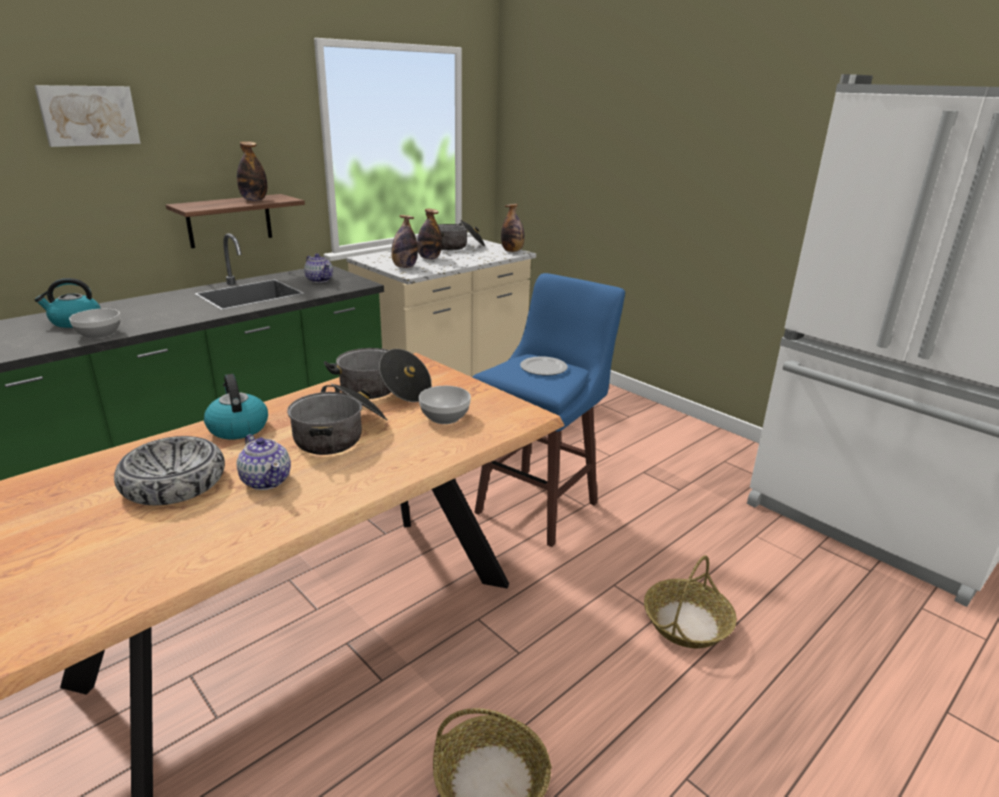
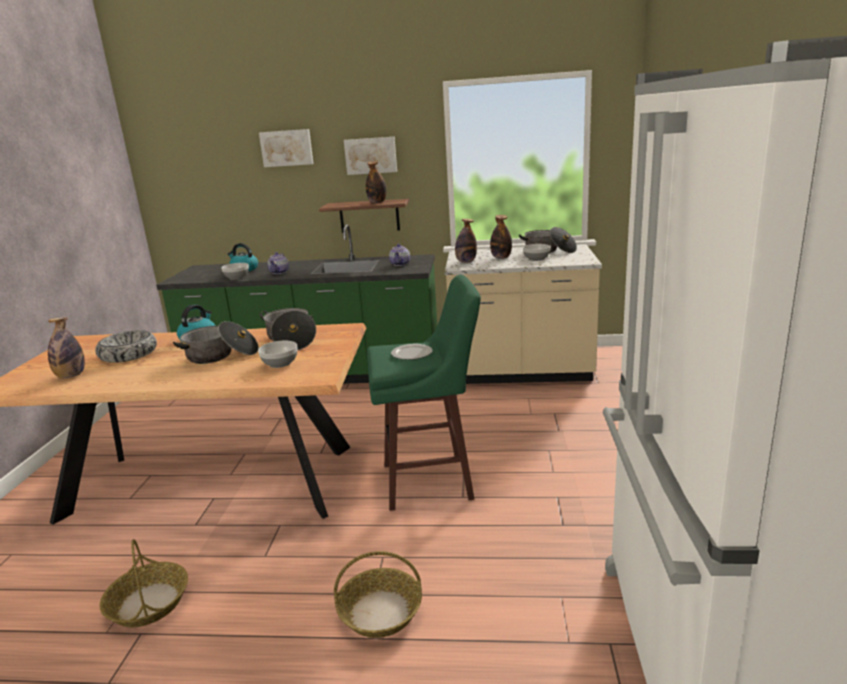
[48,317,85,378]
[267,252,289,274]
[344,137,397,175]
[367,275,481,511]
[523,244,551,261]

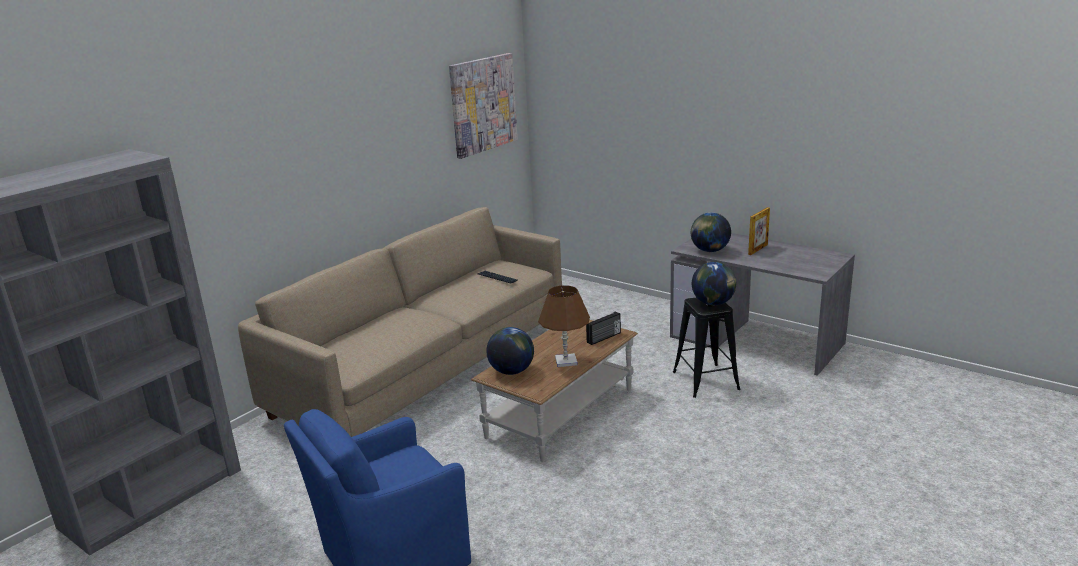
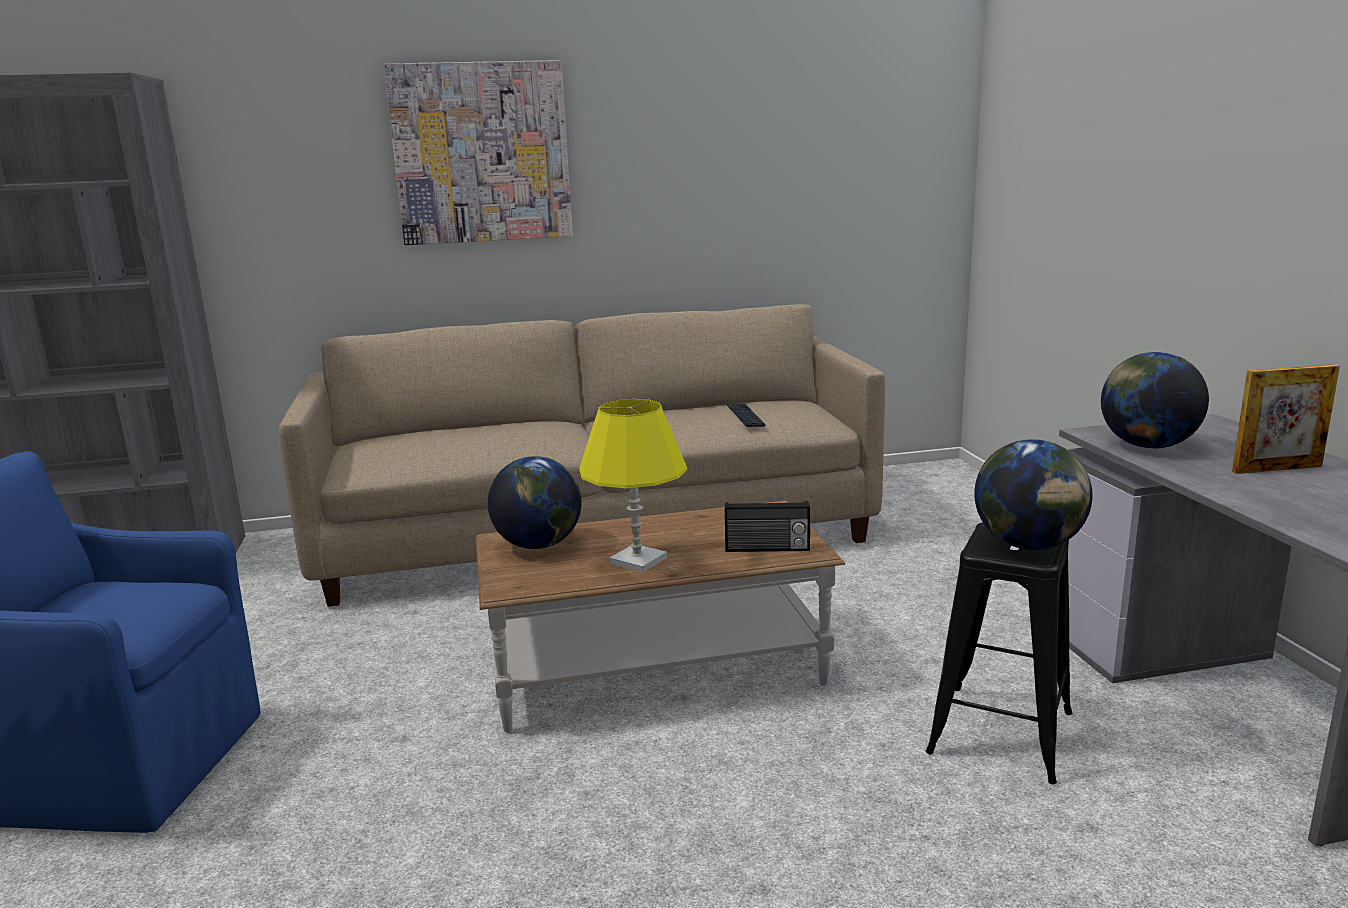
[383,60,573,245]
[579,399,687,573]

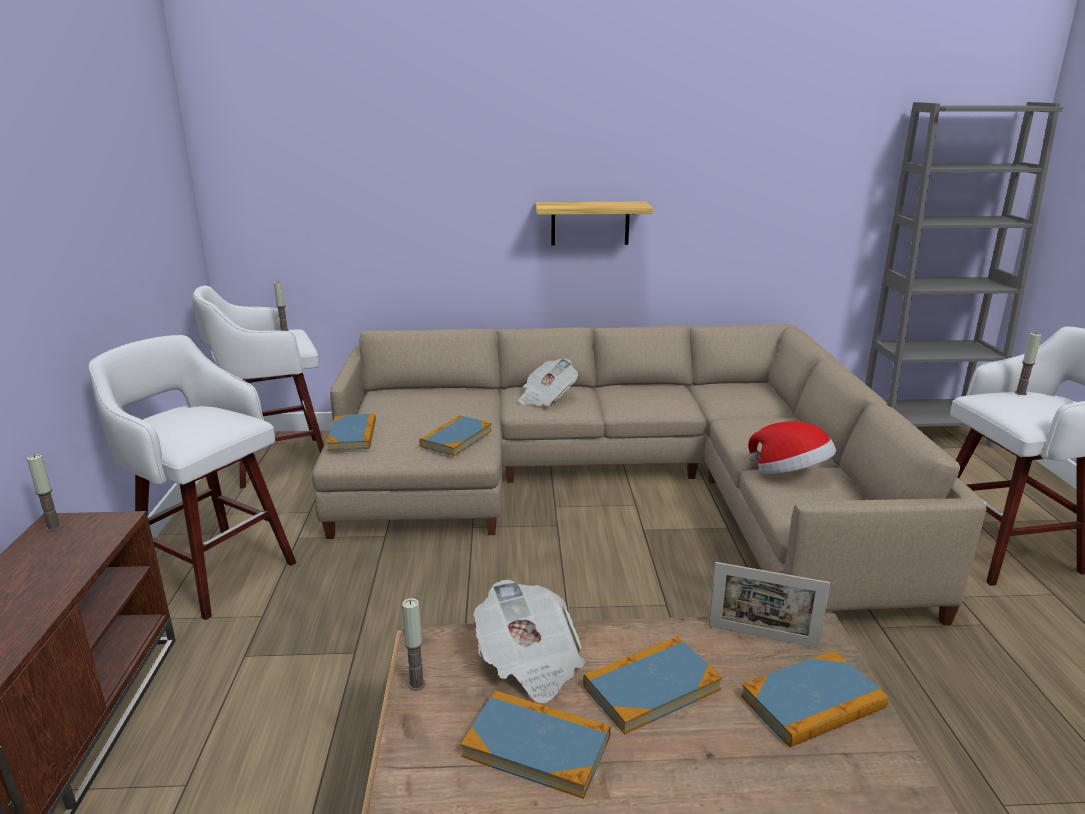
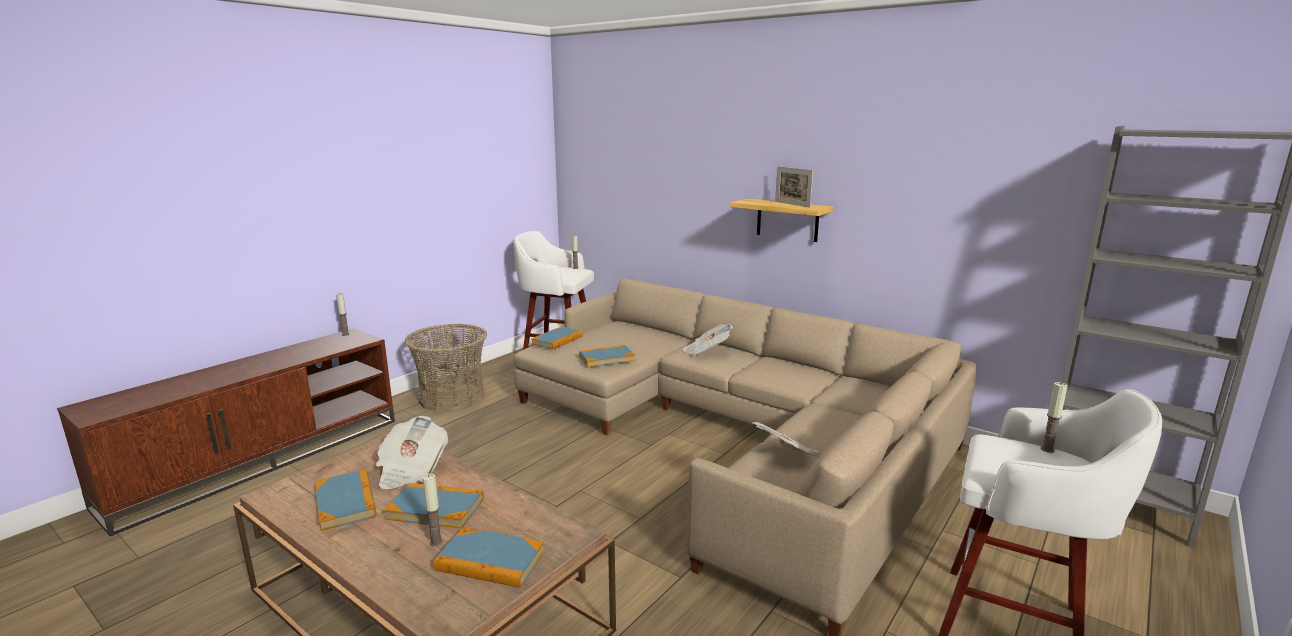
[404,324,487,412]
[423,474,443,547]
[752,422,819,454]
[775,166,813,208]

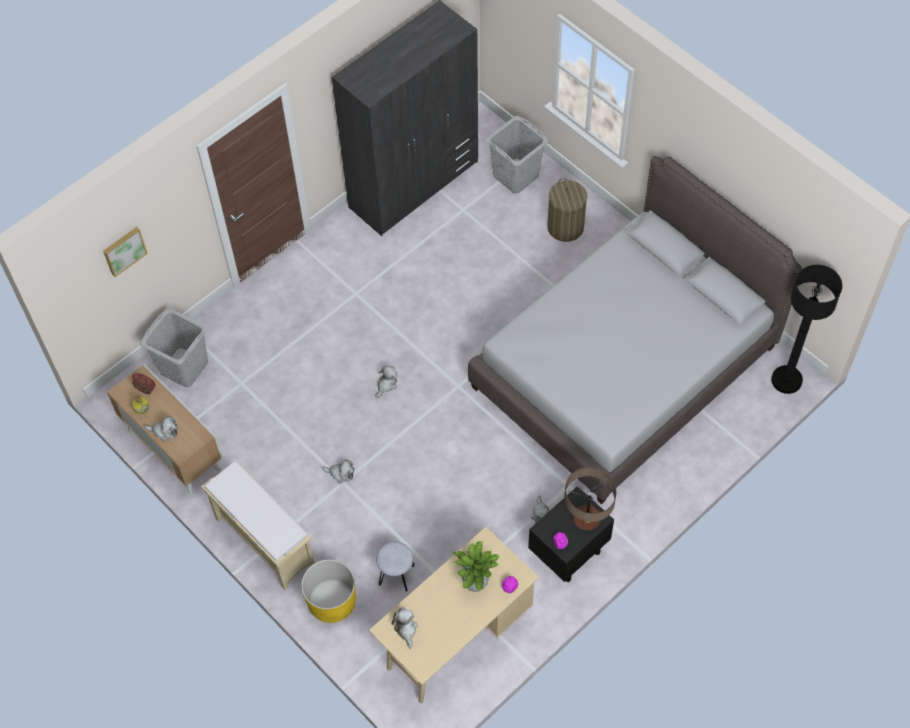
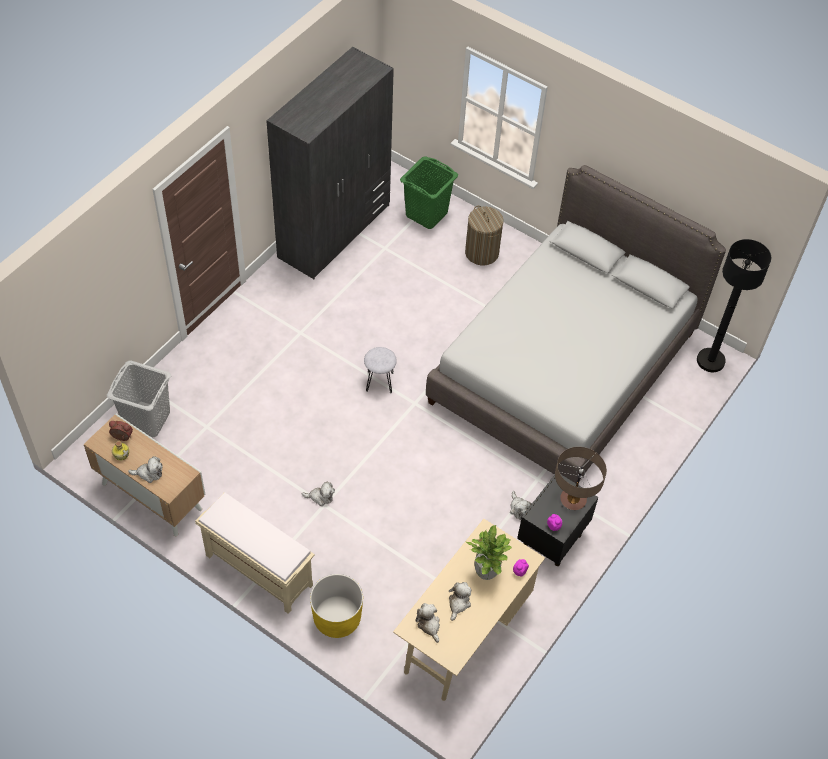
[364,347,397,393]
[400,156,458,229]
[449,582,471,621]
[103,227,148,277] (first image)

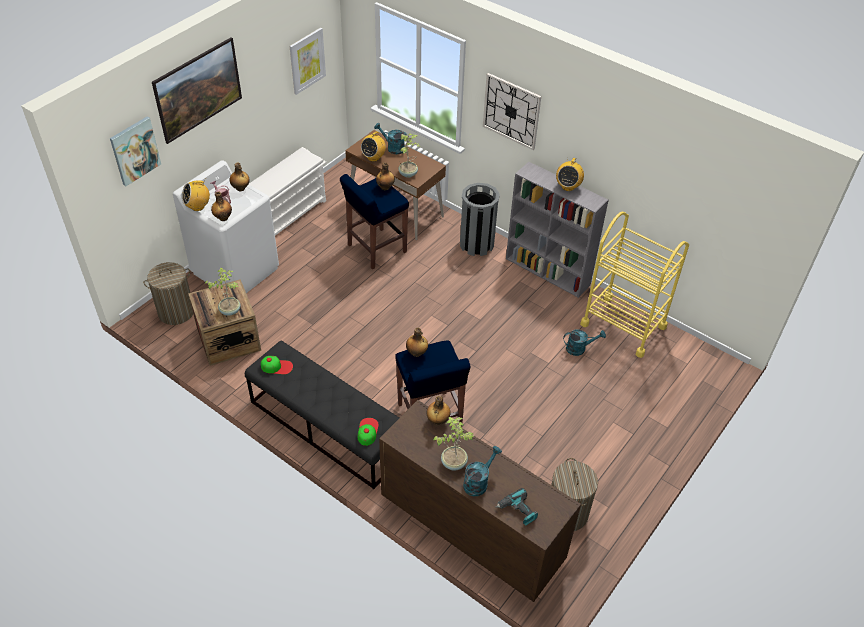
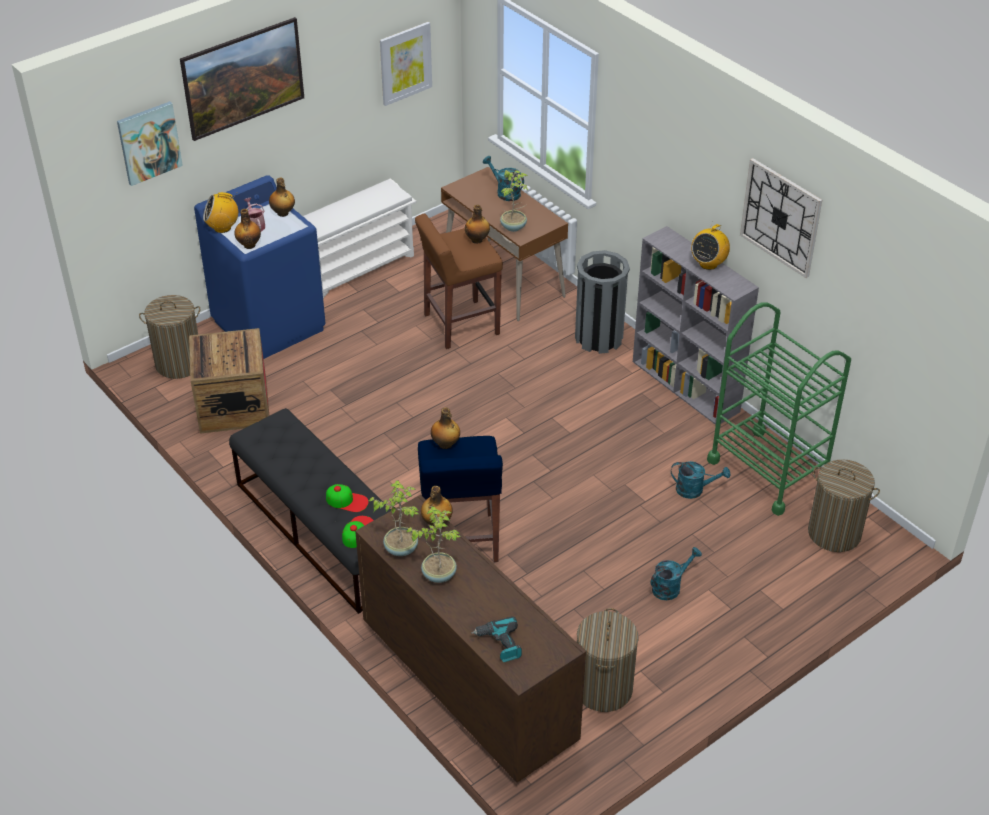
[194,175,325,359]
[326,484,369,512]
[369,480,419,556]
[415,213,503,349]
[651,547,702,600]
[707,302,851,516]
[740,158,822,278]
[808,459,880,552]
[361,131,386,162] (first image)

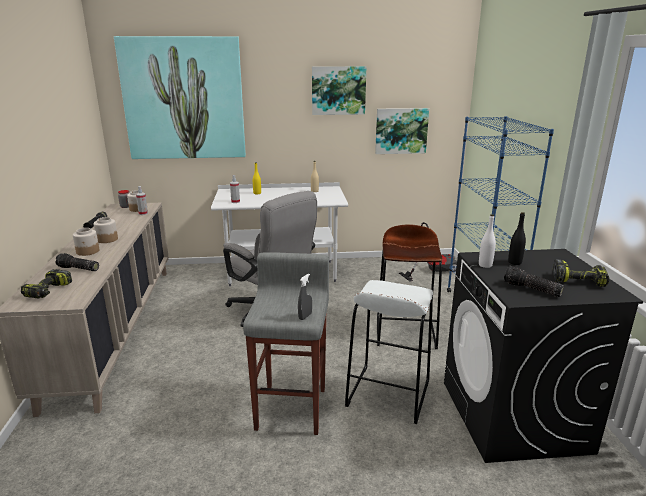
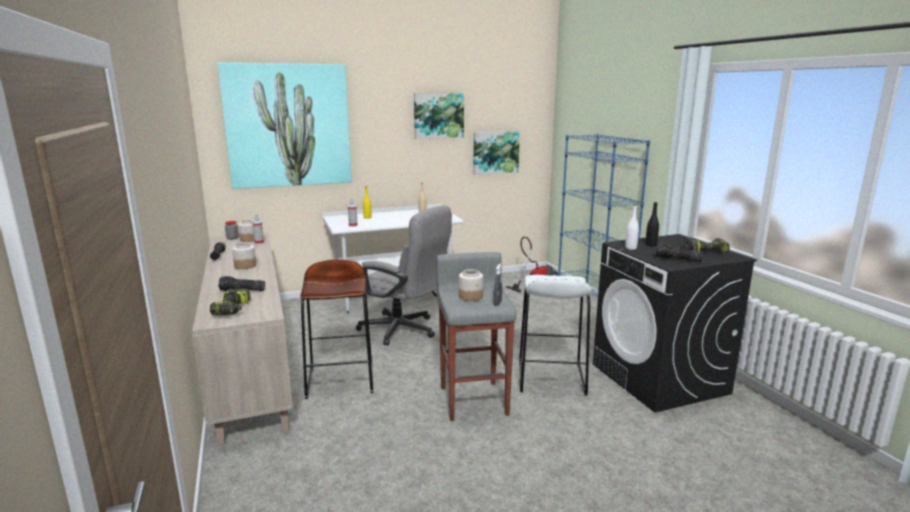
[301,259,373,399]
[459,269,483,301]

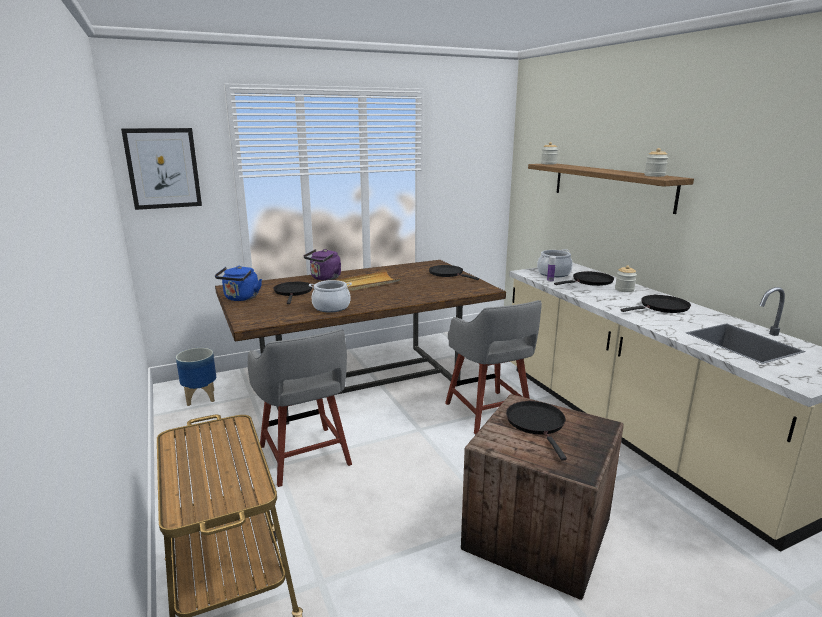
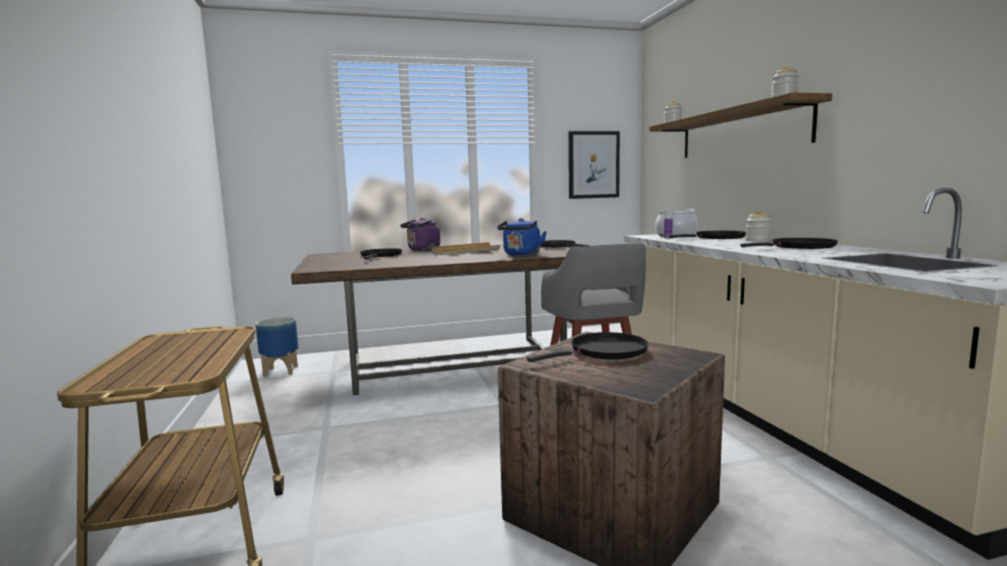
[497,218,547,256]
[527,332,649,362]
[569,131,620,199]
[248,329,352,487] (first image)
[309,280,352,313] (first image)

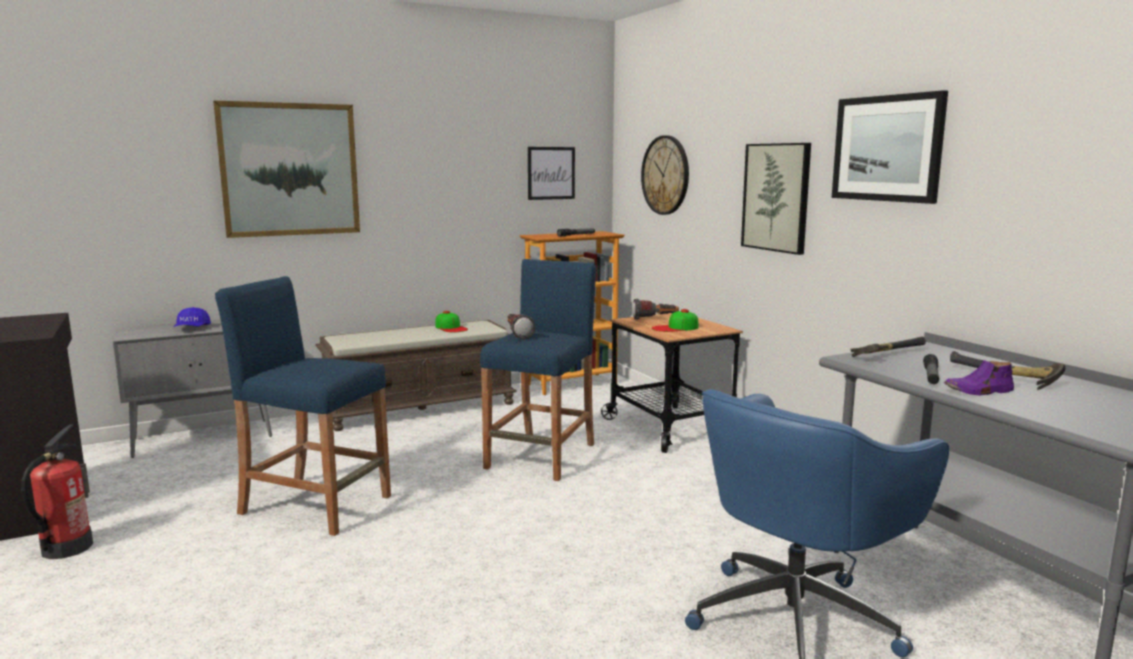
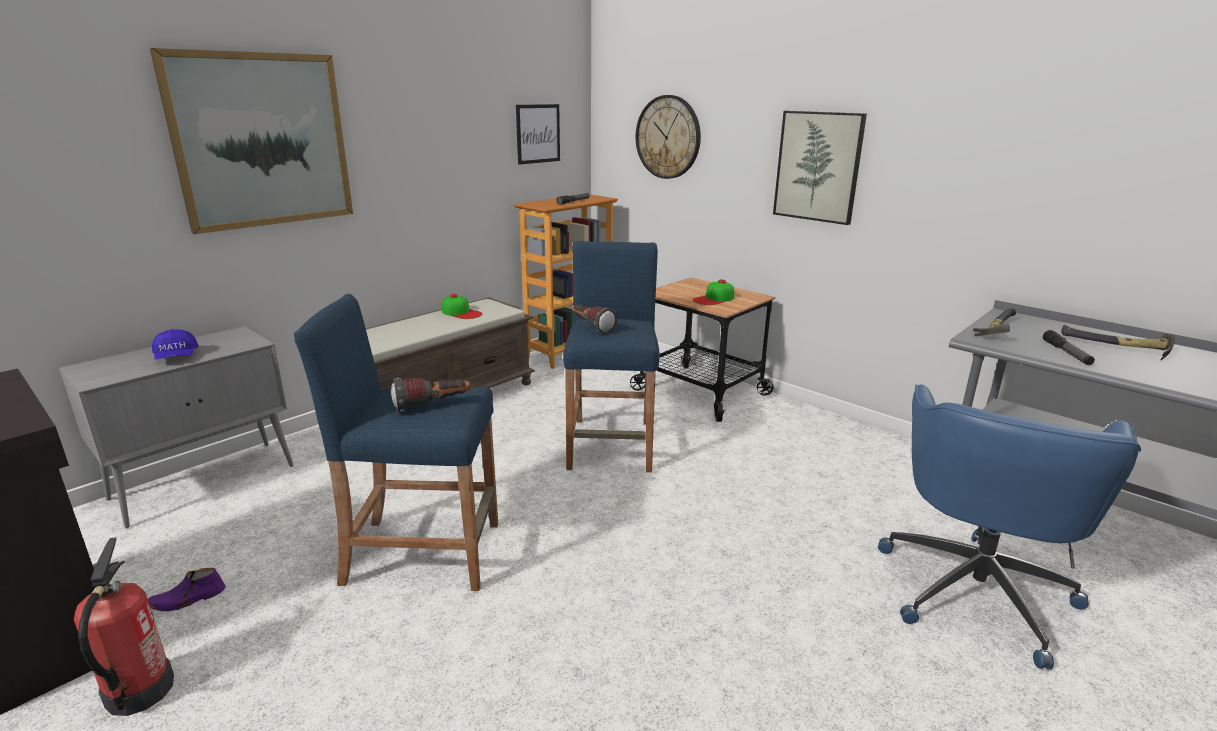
[148,568,225,611]
[391,378,471,412]
[832,90,948,204] (first image)

